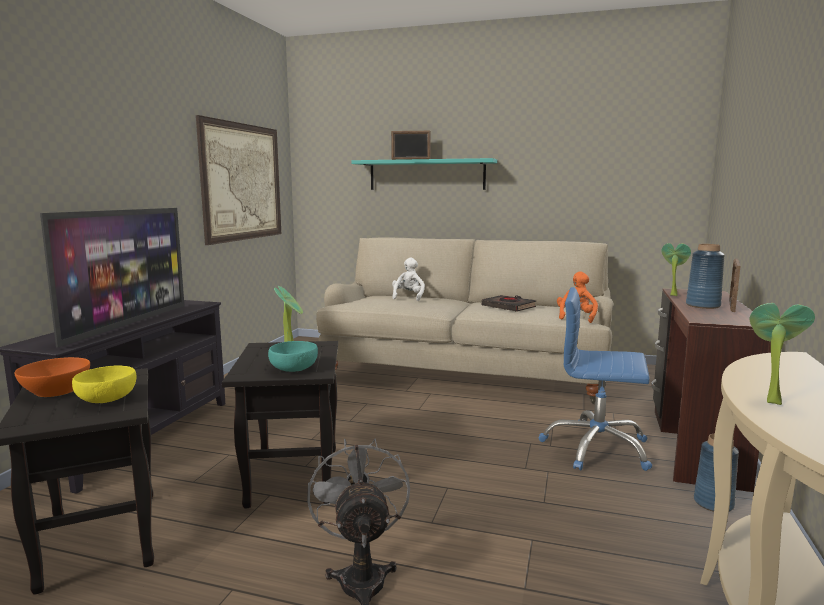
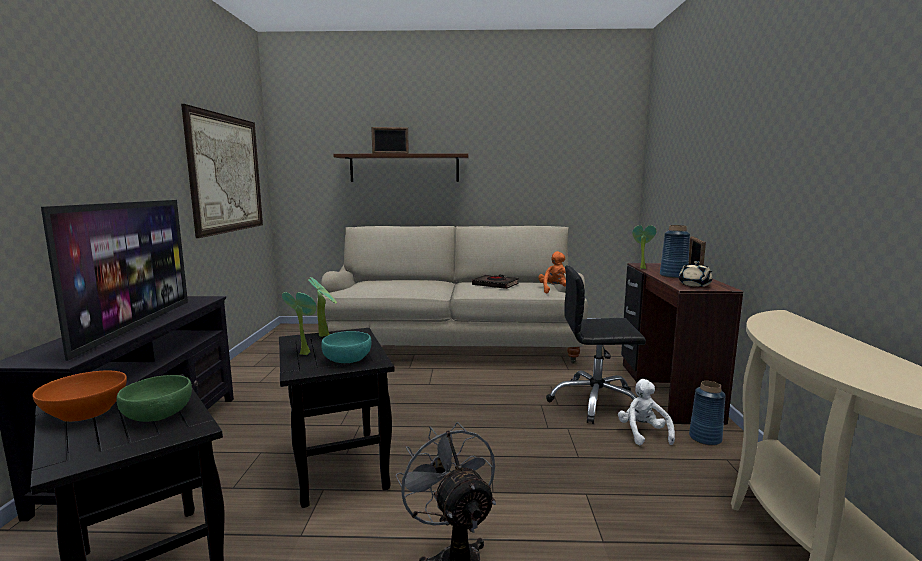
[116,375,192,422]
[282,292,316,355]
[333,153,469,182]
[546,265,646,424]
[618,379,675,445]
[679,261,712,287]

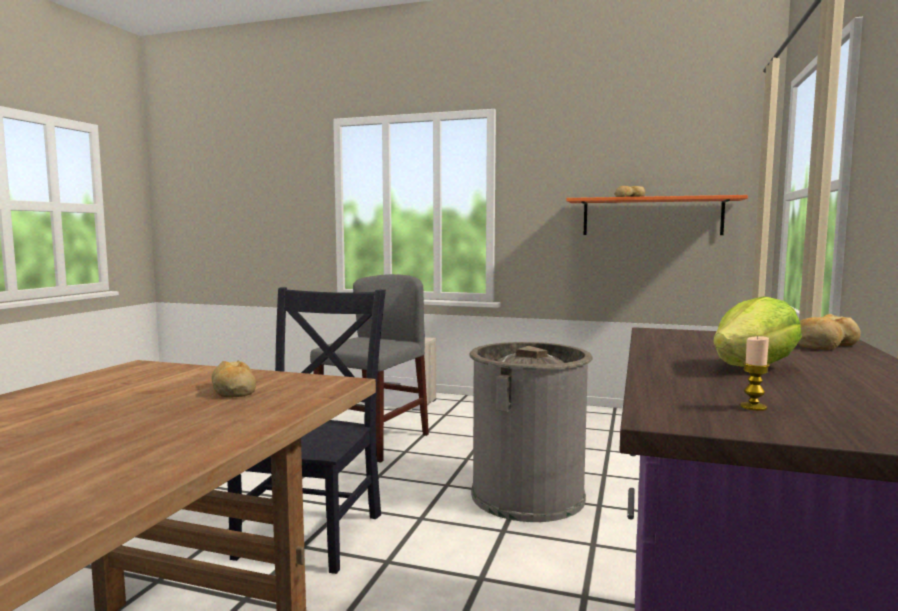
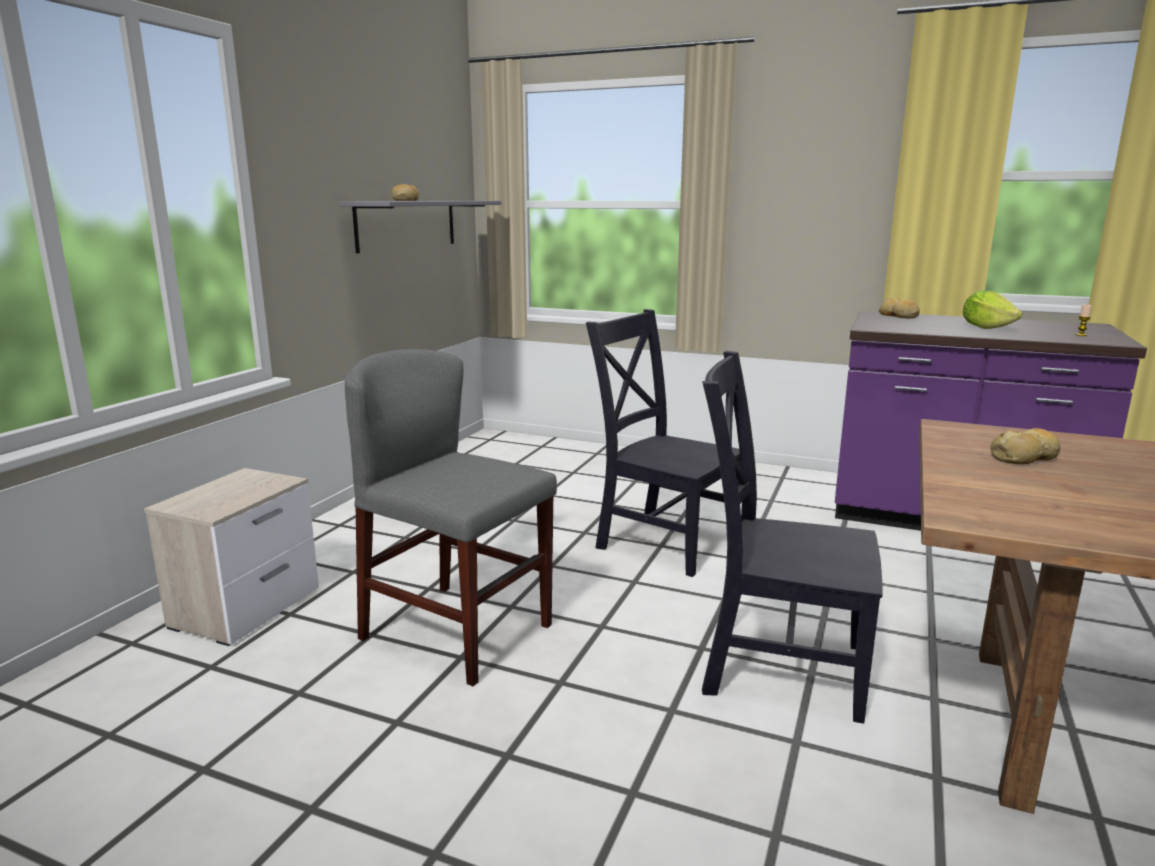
[340,201,501,253]
[586,309,741,577]

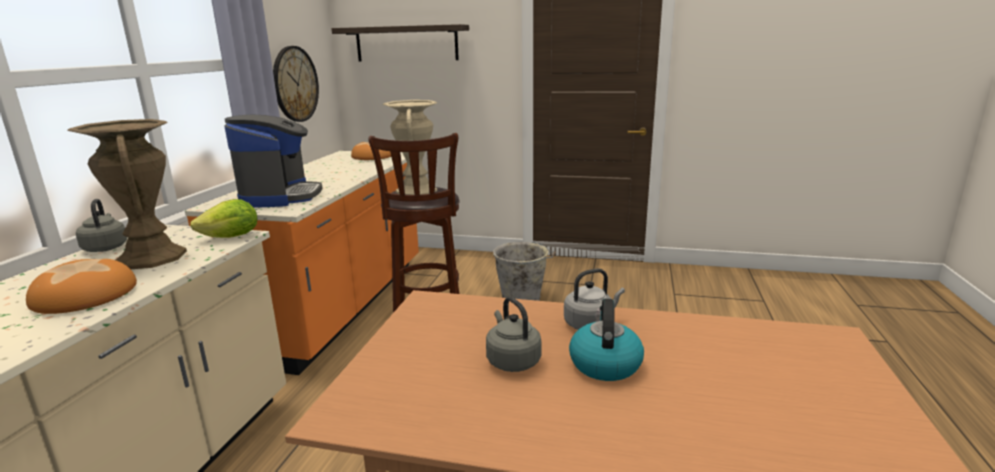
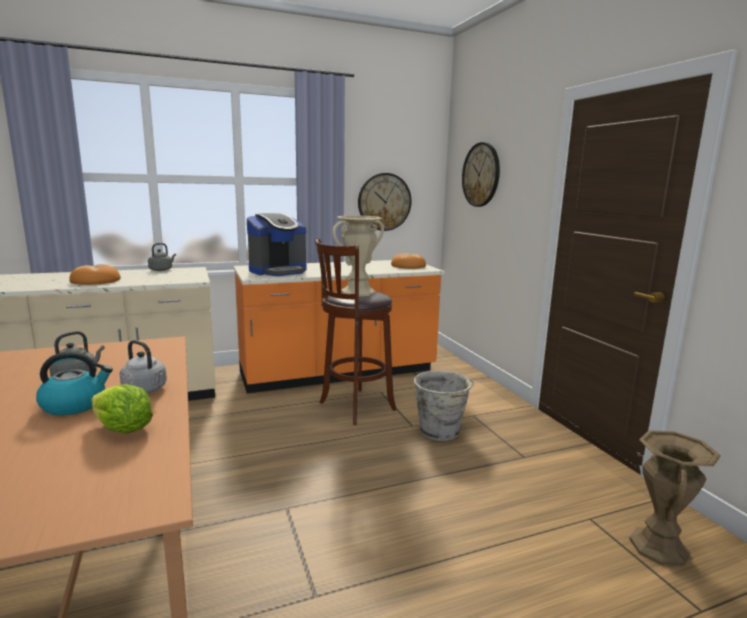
[91,385,153,434]
[462,142,500,207]
[629,430,720,566]

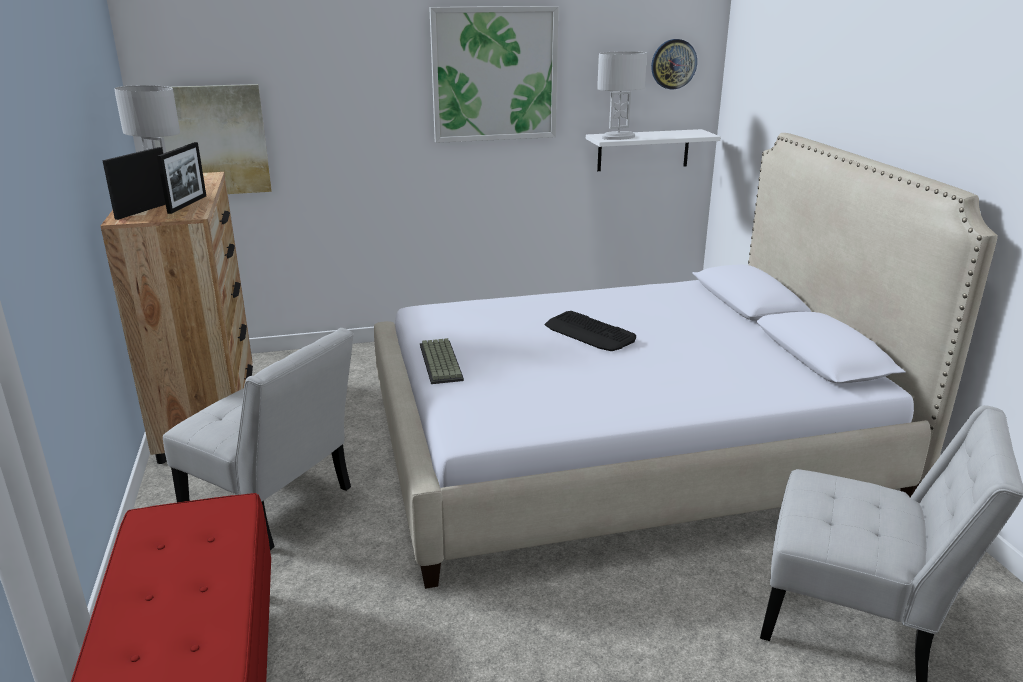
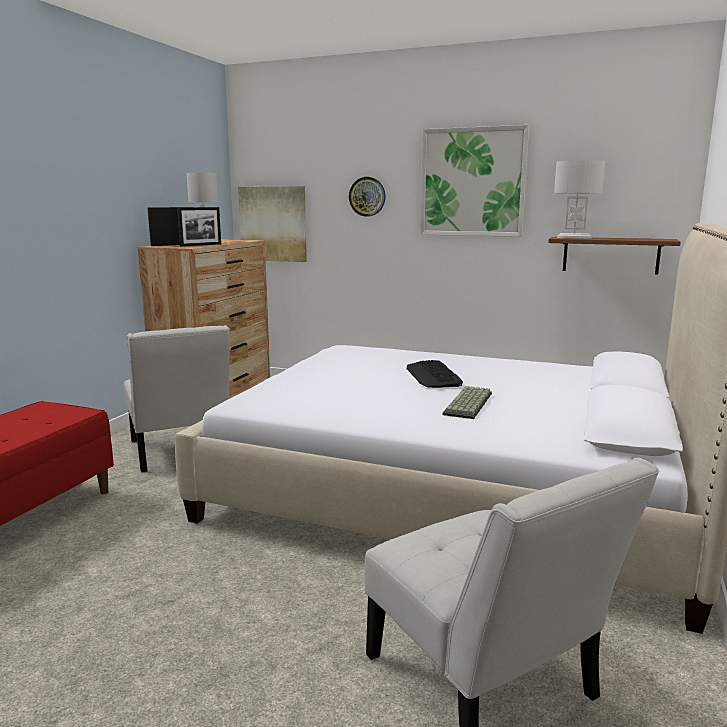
[349,177,386,217]
[442,386,492,419]
[548,237,681,275]

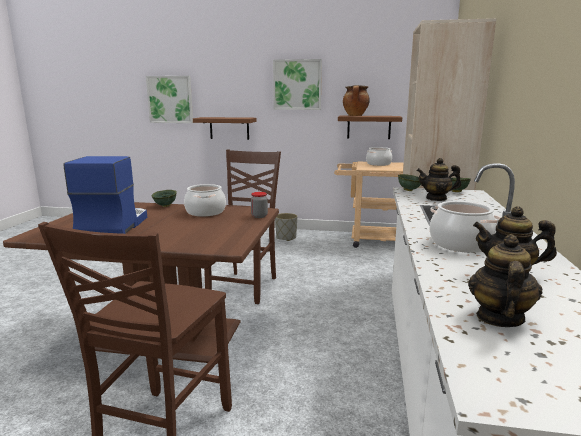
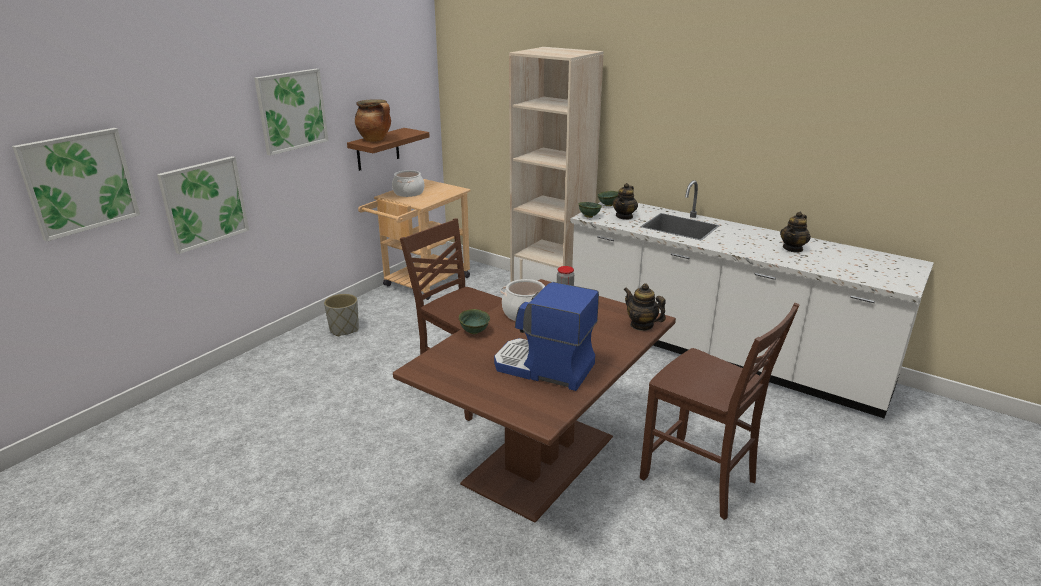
[157,156,249,254]
[624,283,666,331]
[430,201,501,253] (first image)

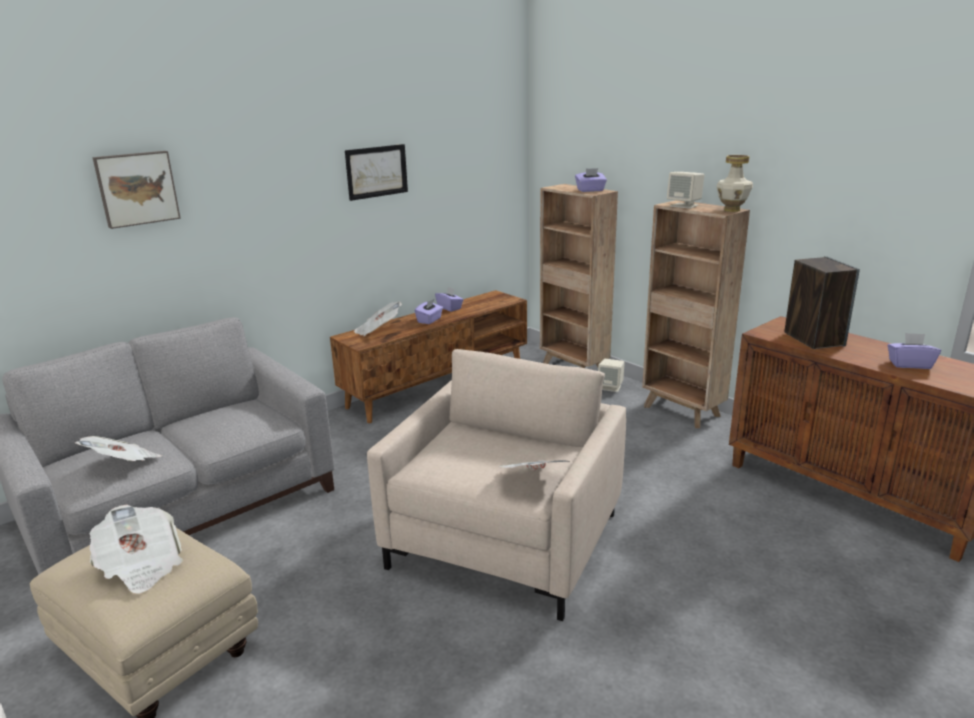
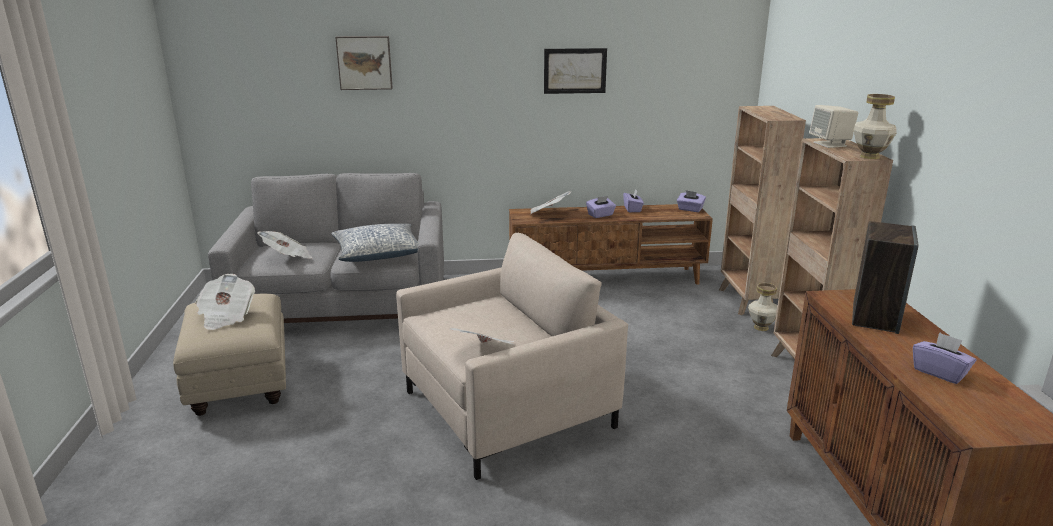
[331,223,419,262]
[677,190,706,212]
[748,283,777,331]

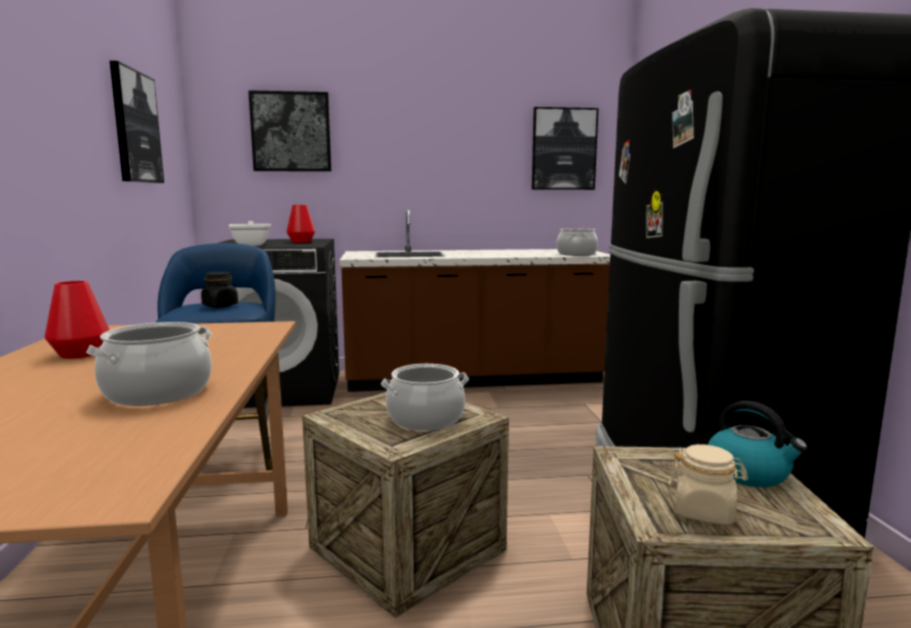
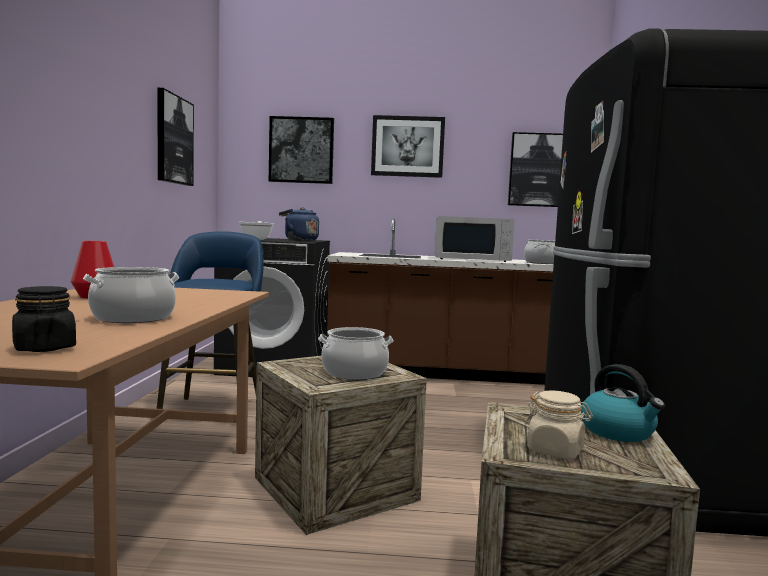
[12,286,76,352]
[279,207,319,241]
[371,115,445,178]
[435,216,514,262]

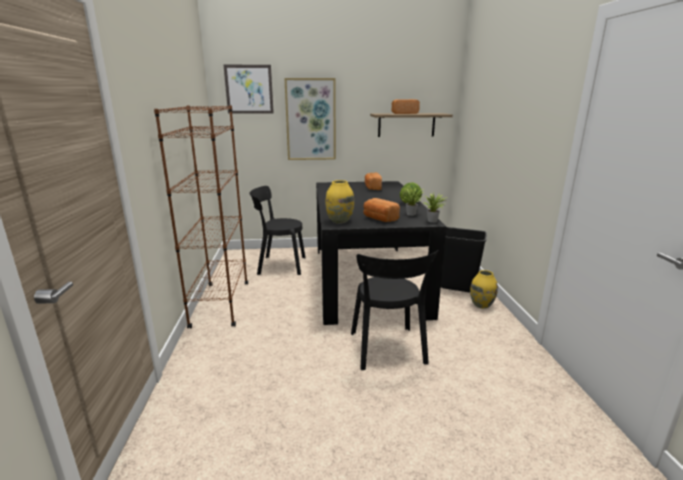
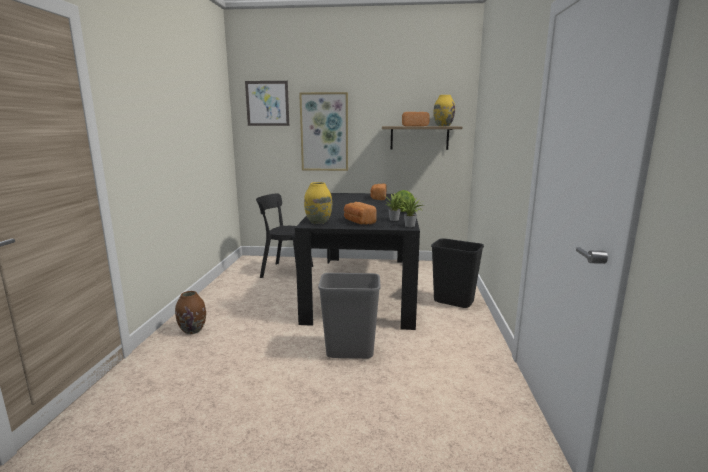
[175,291,206,334]
[318,273,381,359]
[433,95,455,126]
[154,105,248,329] (first image)

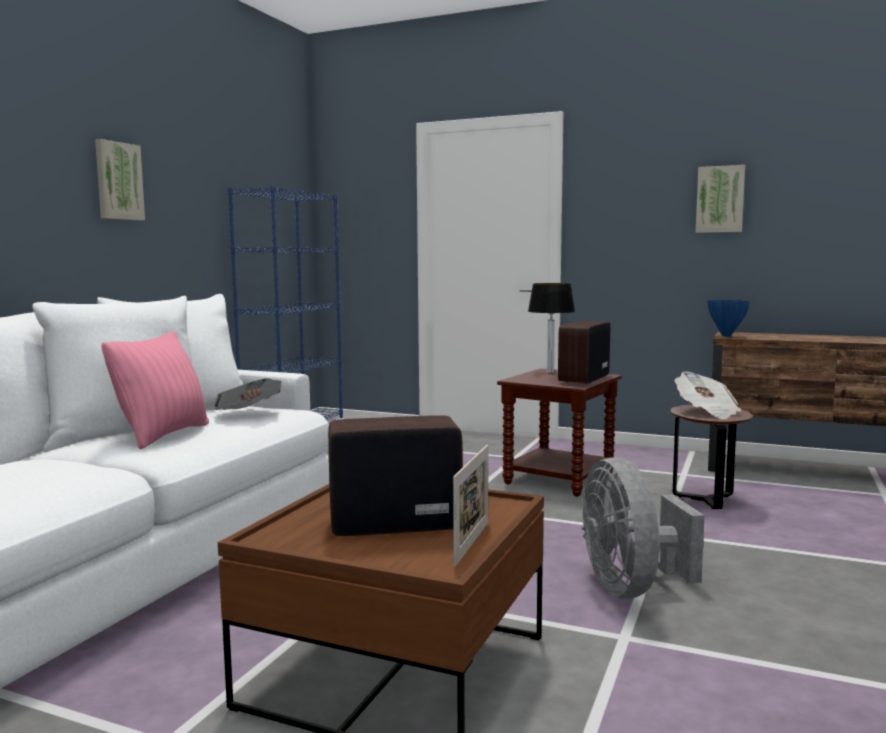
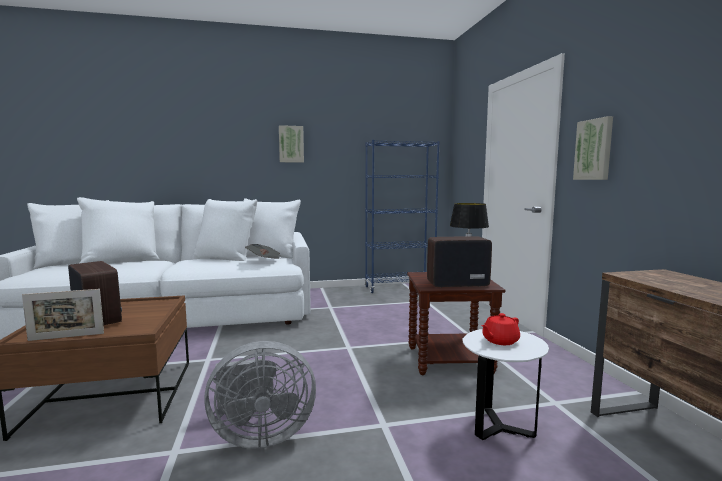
[204,341,316,449]
[462,329,549,440]
[481,313,520,345]
[573,116,613,180]
[102,331,209,449] (first image)
[707,300,750,337] (first image)

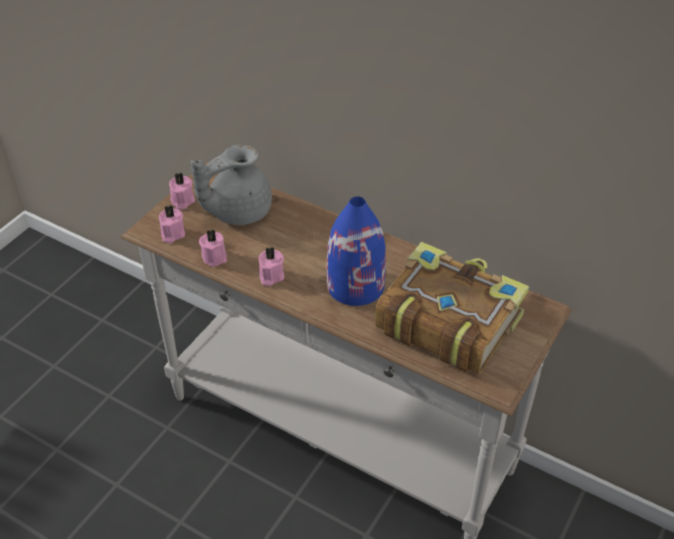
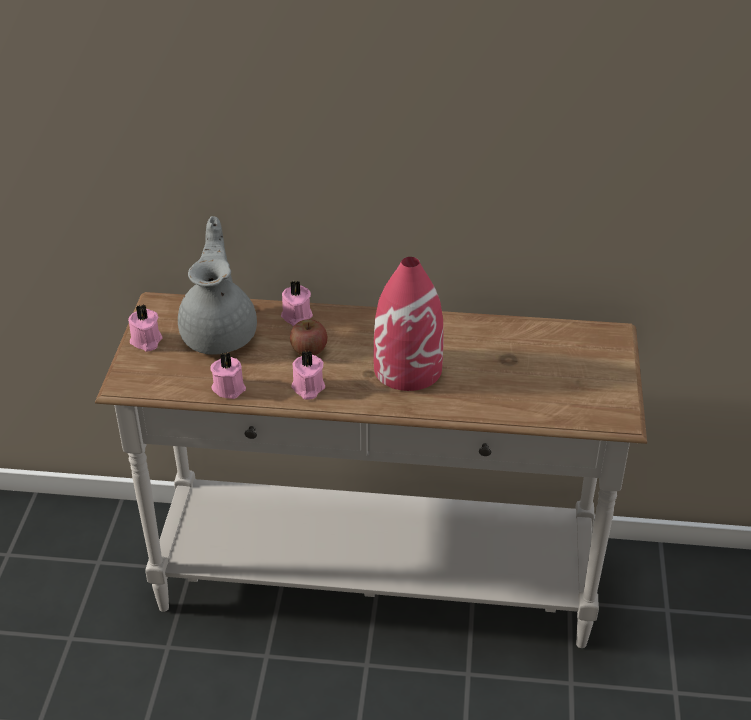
[178,216,257,355]
[281,281,313,327]
[290,319,327,355]
[374,257,444,391]
[375,242,529,374] (first image)

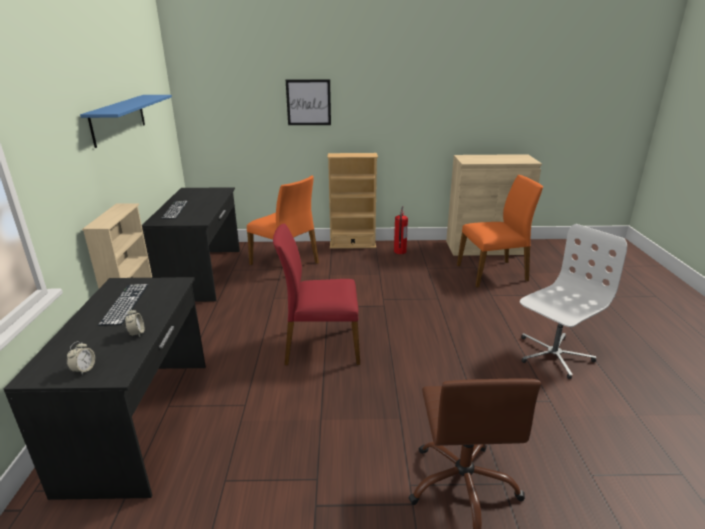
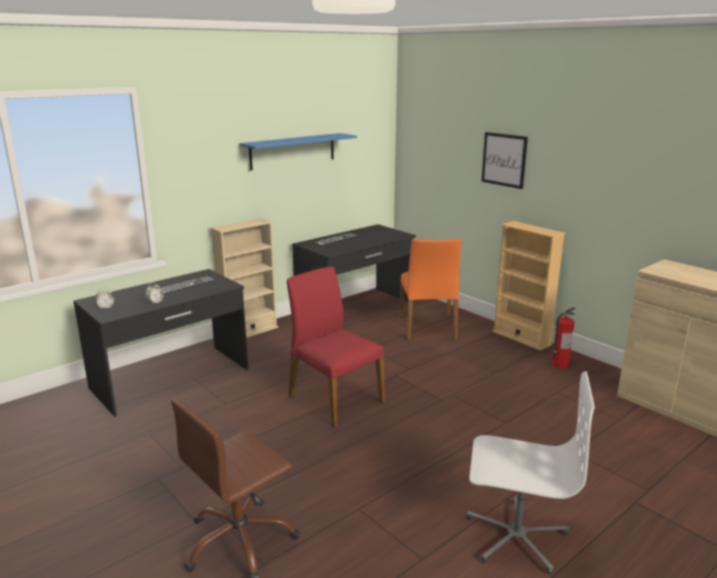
[457,175,543,287] (first image)

